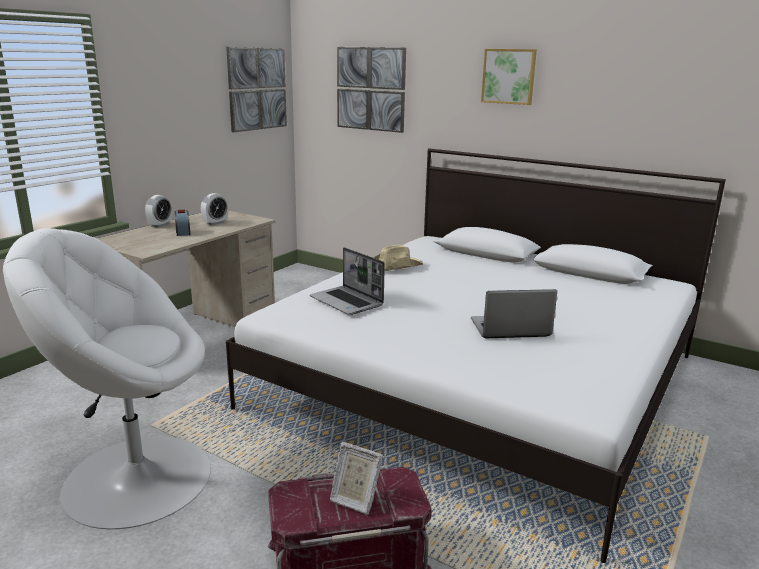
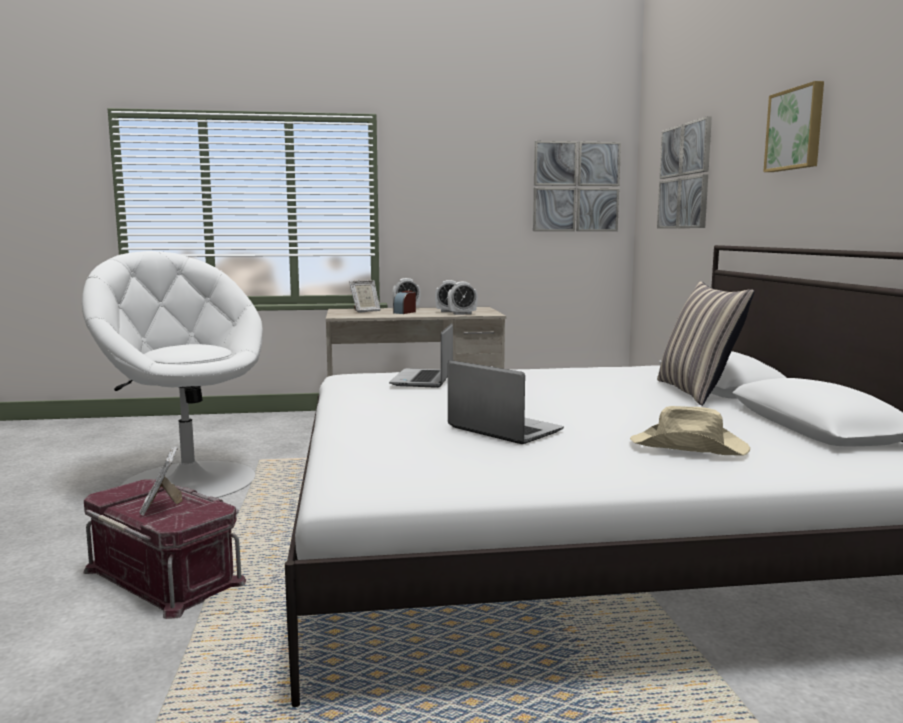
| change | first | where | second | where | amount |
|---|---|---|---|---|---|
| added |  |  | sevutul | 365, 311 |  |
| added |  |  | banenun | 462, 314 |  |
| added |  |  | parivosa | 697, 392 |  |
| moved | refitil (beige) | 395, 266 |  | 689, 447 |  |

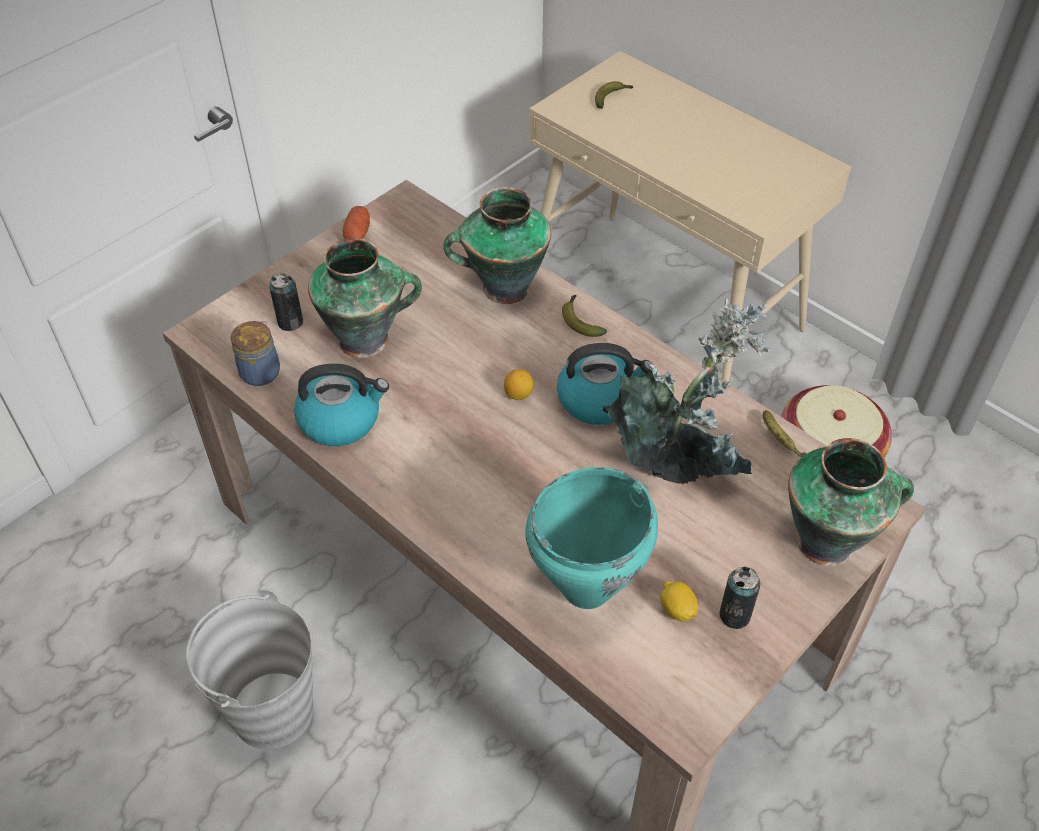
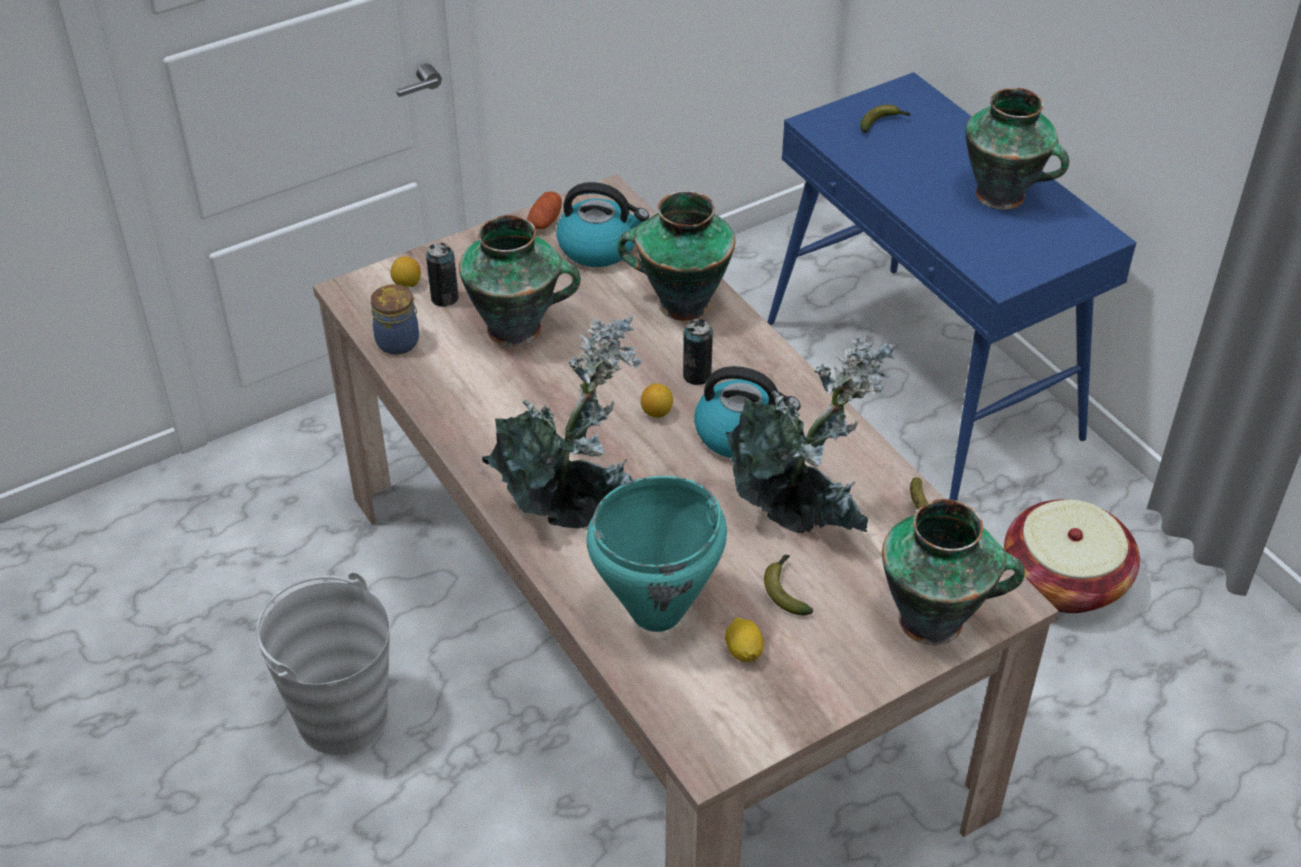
| change | first | where | second | where | amount |
|---|---|---|---|---|---|
| added |  |  | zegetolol | 407, 284 |  |
| added |  |  | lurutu | 575, 507 |  |
| added |  |  | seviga | 1003, 196 |  |
| moved | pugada | 341, 420 |  | 599, 247 |  |
| moved | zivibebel | 580, 321 |  | 786, 589 |  |
| moved | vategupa | 734, 615 |  | 697, 375 |  |
| recoloured | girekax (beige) | 664, 305 | girekax (blue) | 923, 380 |  |

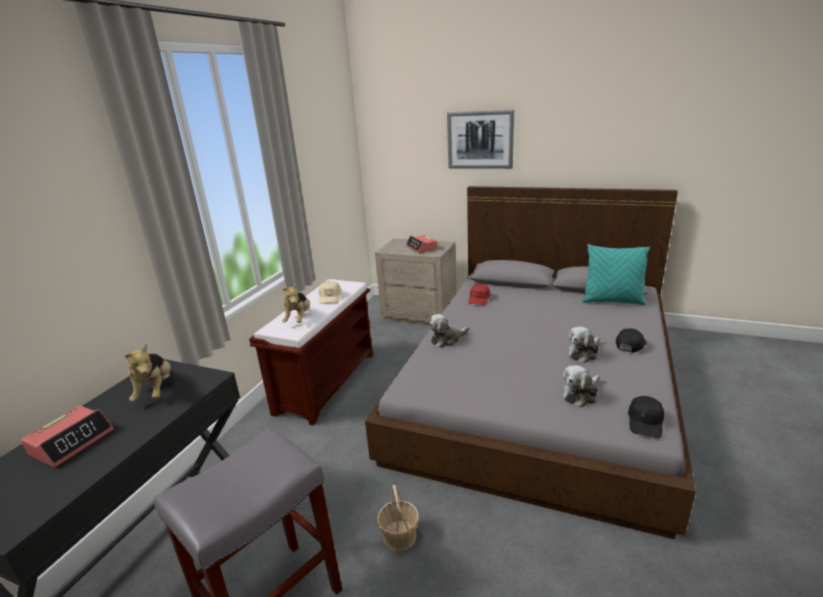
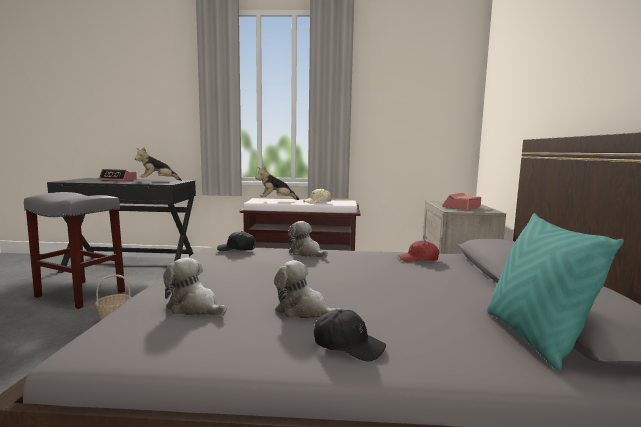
| change | first | where | second | where | amount |
|---|---|---|---|---|---|
| removed | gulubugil | 480, 140 |  |  |  |
| moved | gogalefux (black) | 645, 422 |  | 237, 249 |  |

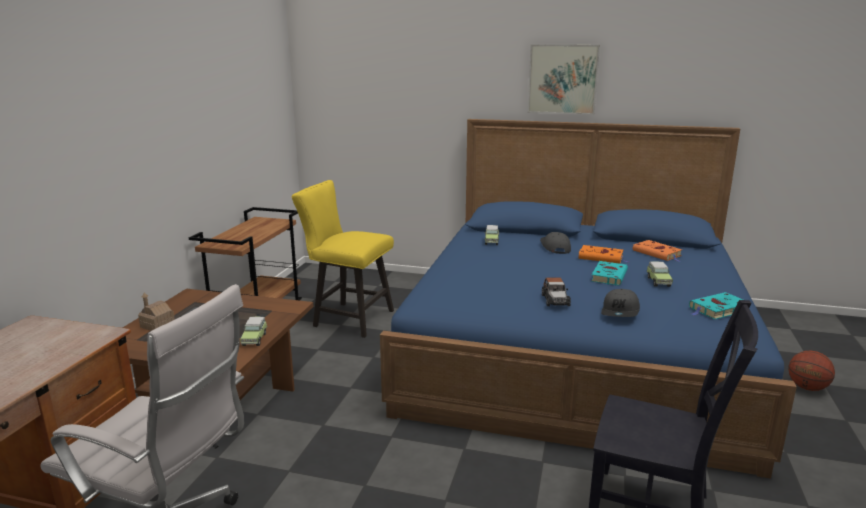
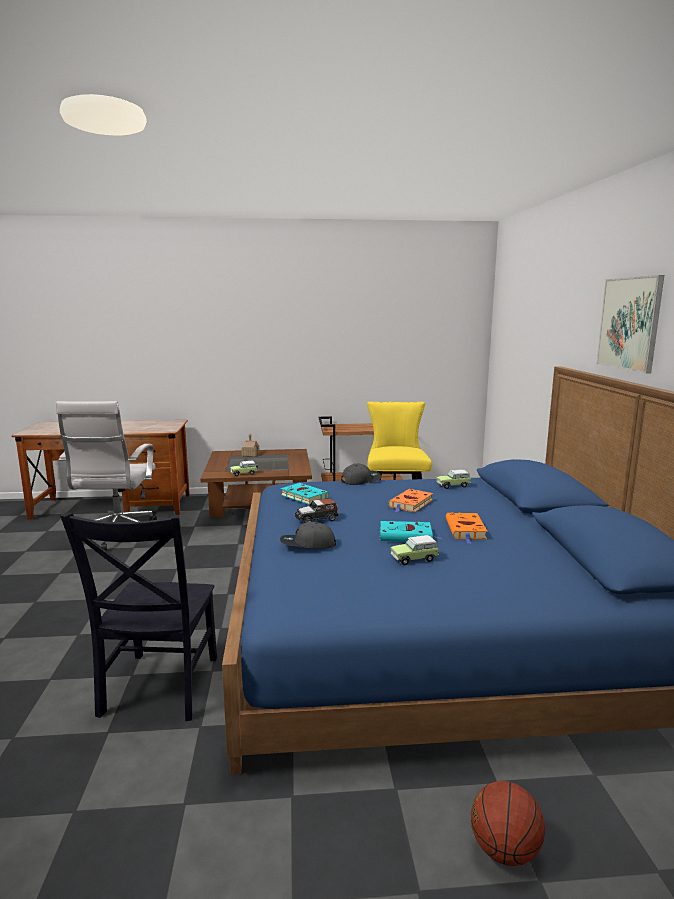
| change | first | where | second | where | amount |
|---|---|---|---|---|---|
| moved | gogalefux (grey) | 554, 247 |  | 361, 480 |  |
| moved | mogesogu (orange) | 658, 253 |  | 410, 504 |  |
| moved | mogesogu (turquoise) | 718, 309 |  | 303, 496 |  |

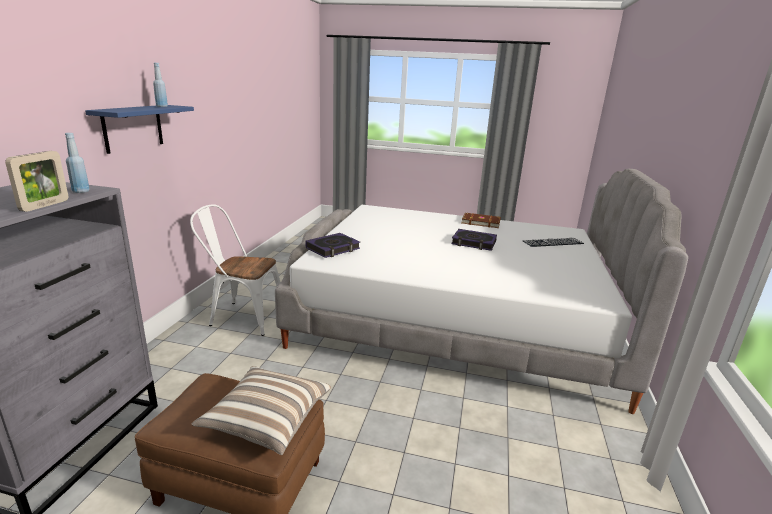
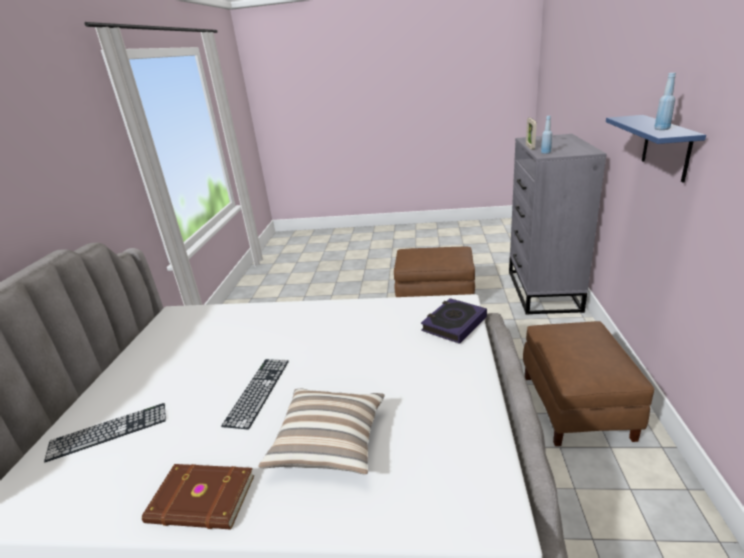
| change | first | where | second | where | amount |
|---|---|---|---|---|---|
| moved | parivosa | 266, 421 |  | 329, 443 |  |
| replaced | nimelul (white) | 242, 316 | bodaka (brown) | 576, 406 |  |
| replaced | mogesogu | 473, 243 | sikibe | 258, 391 |  |

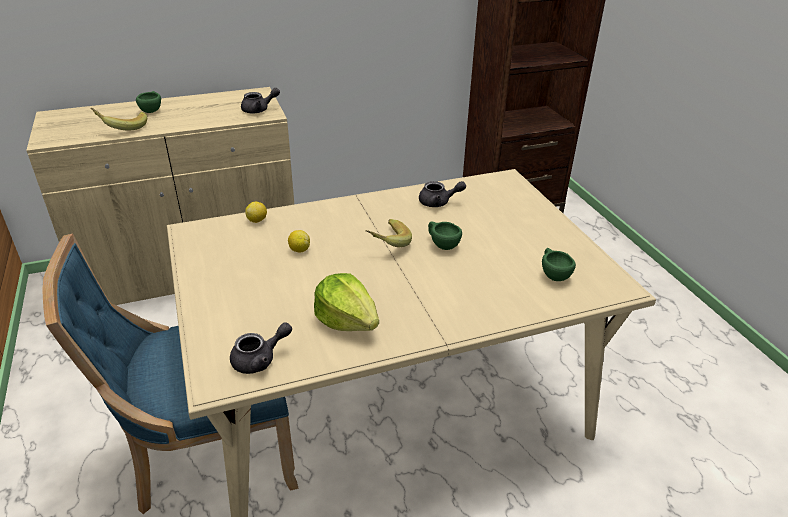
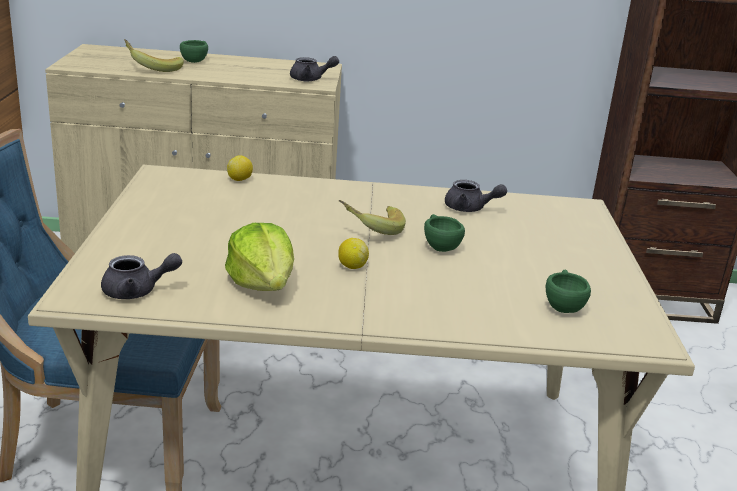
| change | first | where | second | where | amount |
|---|---|---|---|---|---|
| moved | zegetolol | 299, 250 |  | 352, 266 |  |

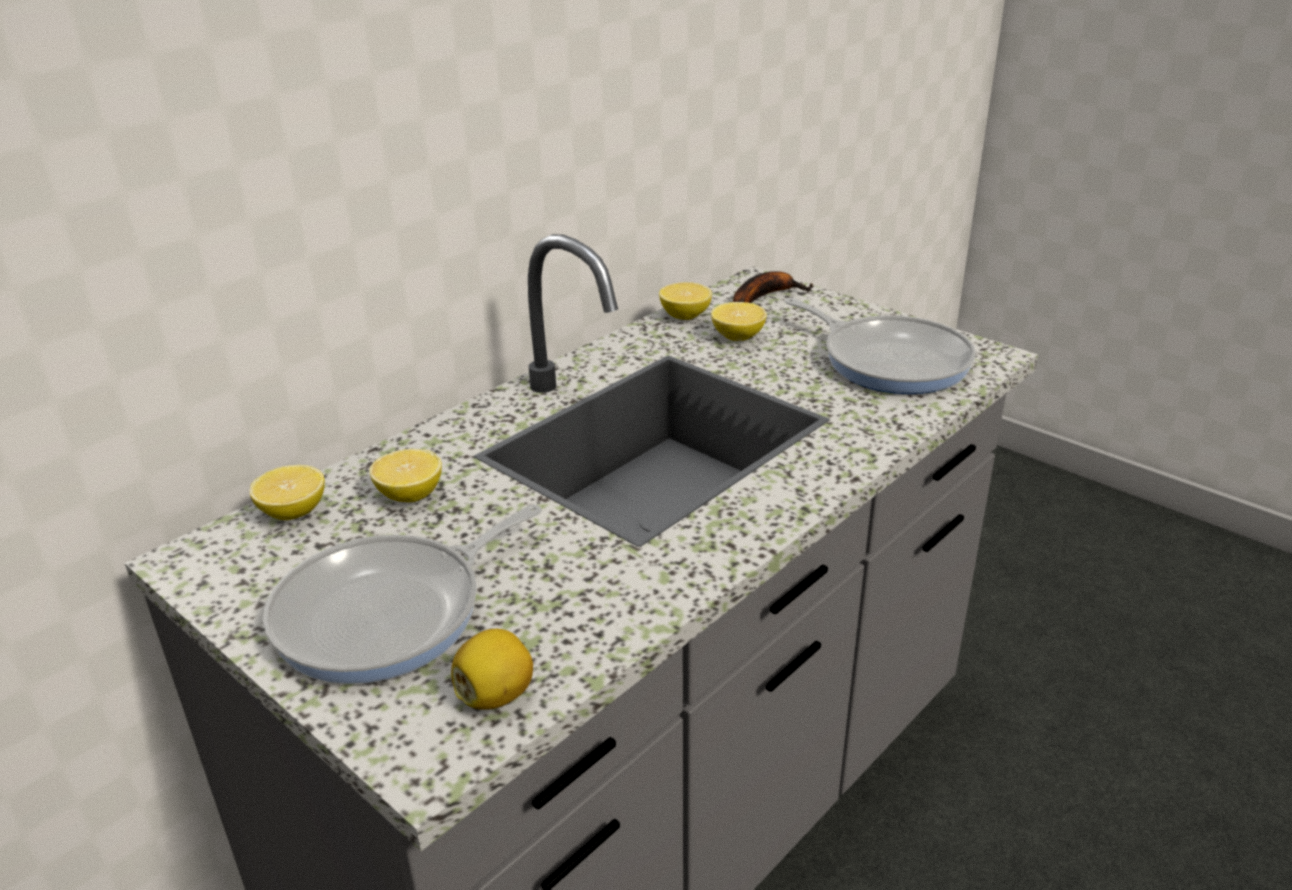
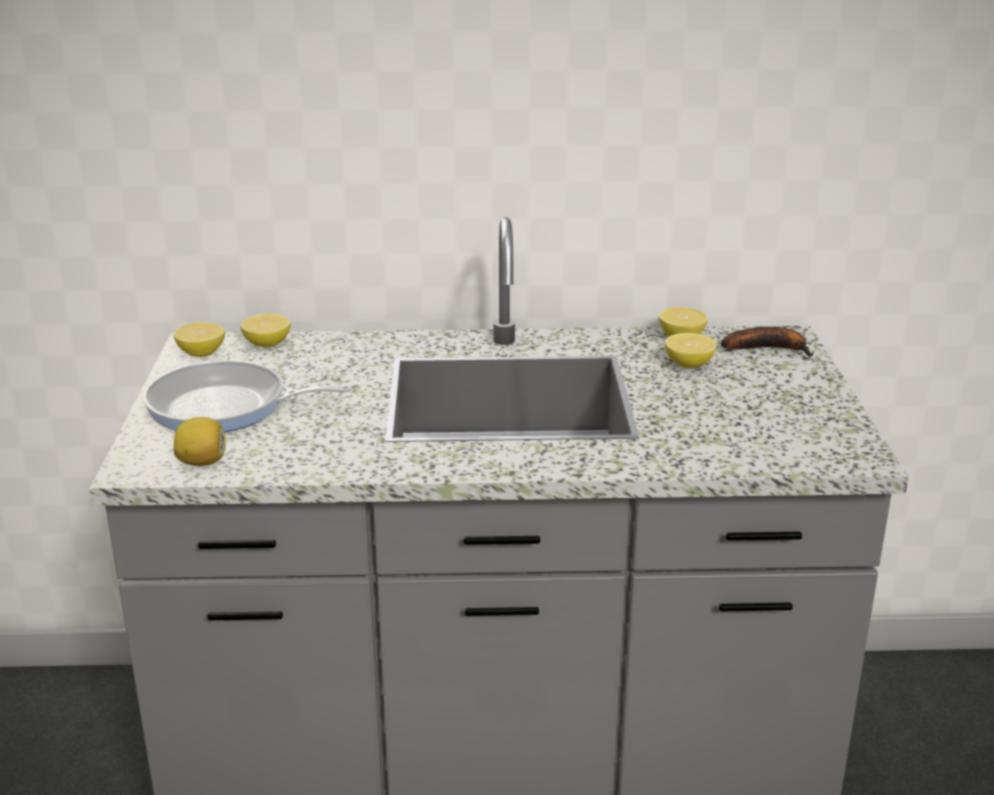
| change | first | where | second | where | amount |
|---|---|---|---|---|---|
| removed | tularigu | 890, 360 |  |  |  |
| moved | zegetolol | 410, 495 |  | 201, 353 |  |

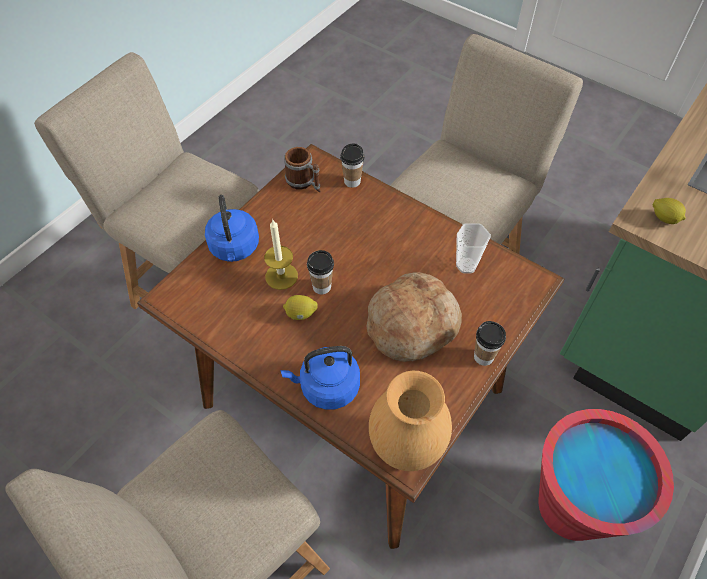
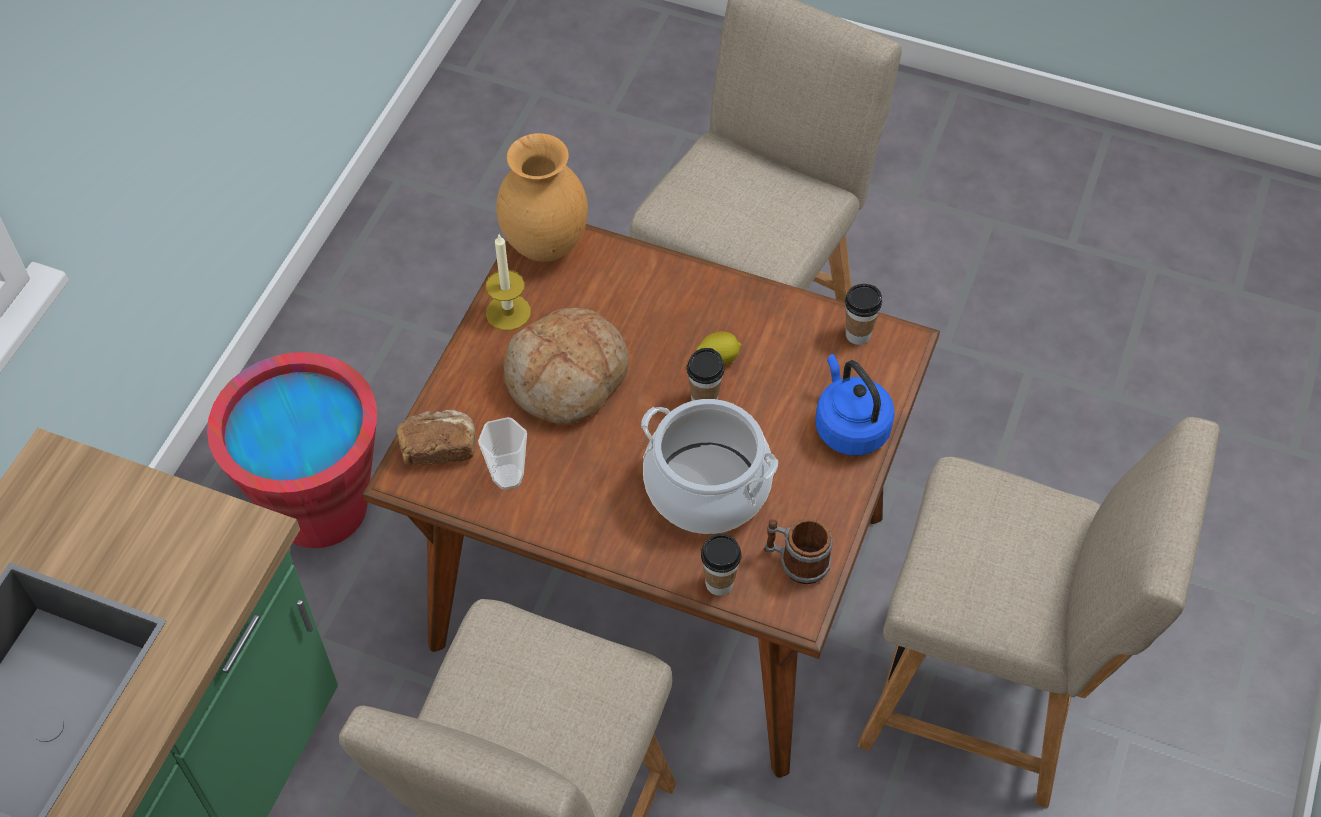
| change | first | where | second | where | amount |
|---|---|---|---|---|---|
| removed | pugada (blue) | 326, 387 |  |  |  |
| removed | zegetolol | 664, 218 |  |  |  |
| added |  |  | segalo | 438, 447 |  |
| added |  |  | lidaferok | 707, 487 |  |
| moved | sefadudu | 281, 276 |  | 508, 312 |  |
| moved | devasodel | 483, 357 |  | 858, 334 |  |

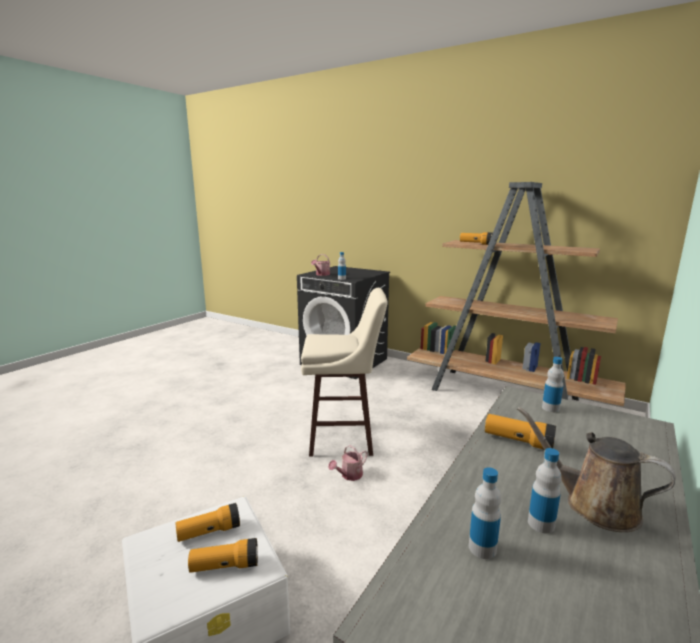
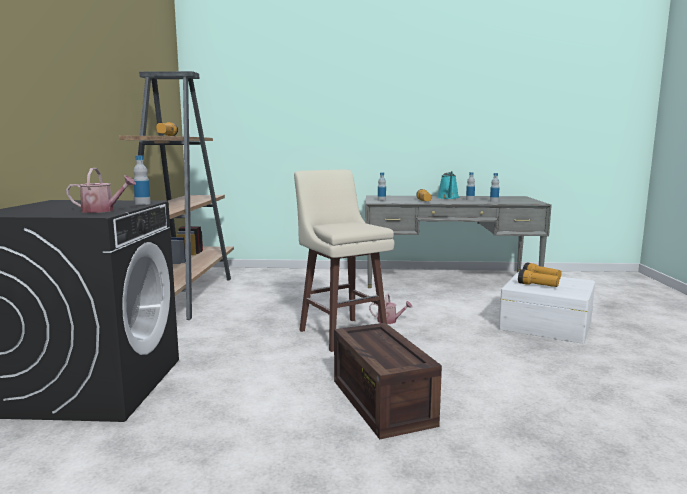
| change | first | where | second | where | amount |
|---|---|---|---|---|---|
| added |  |  | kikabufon | 379, 401 |  |
| recoloured | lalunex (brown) | 594, 505 | lalunex (turquoise) | 448, 198 |  |

